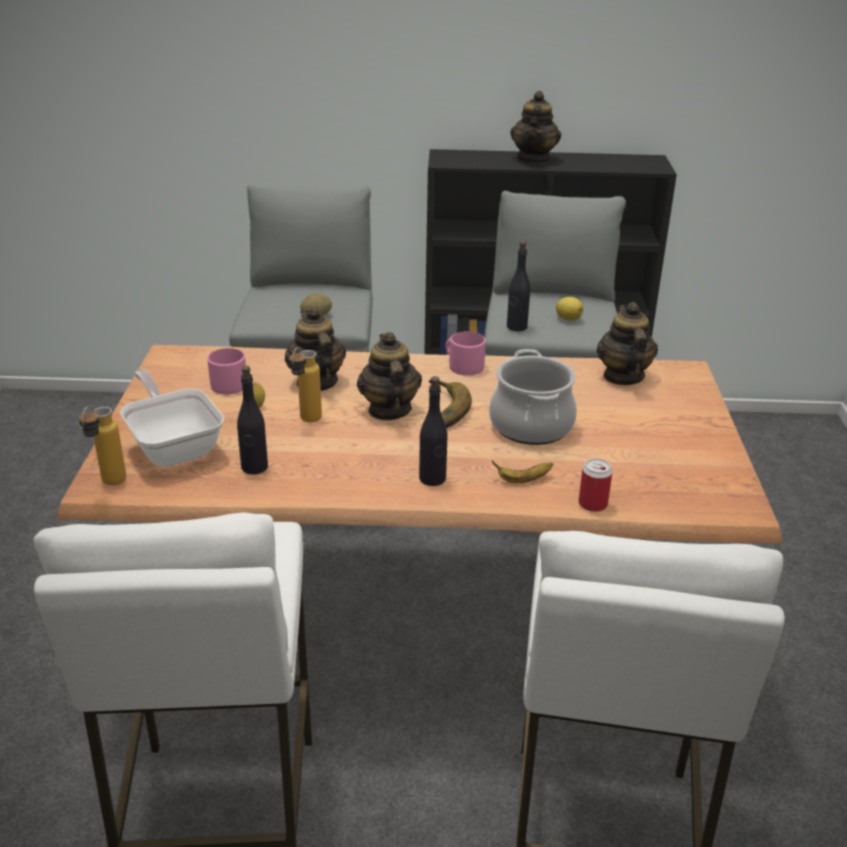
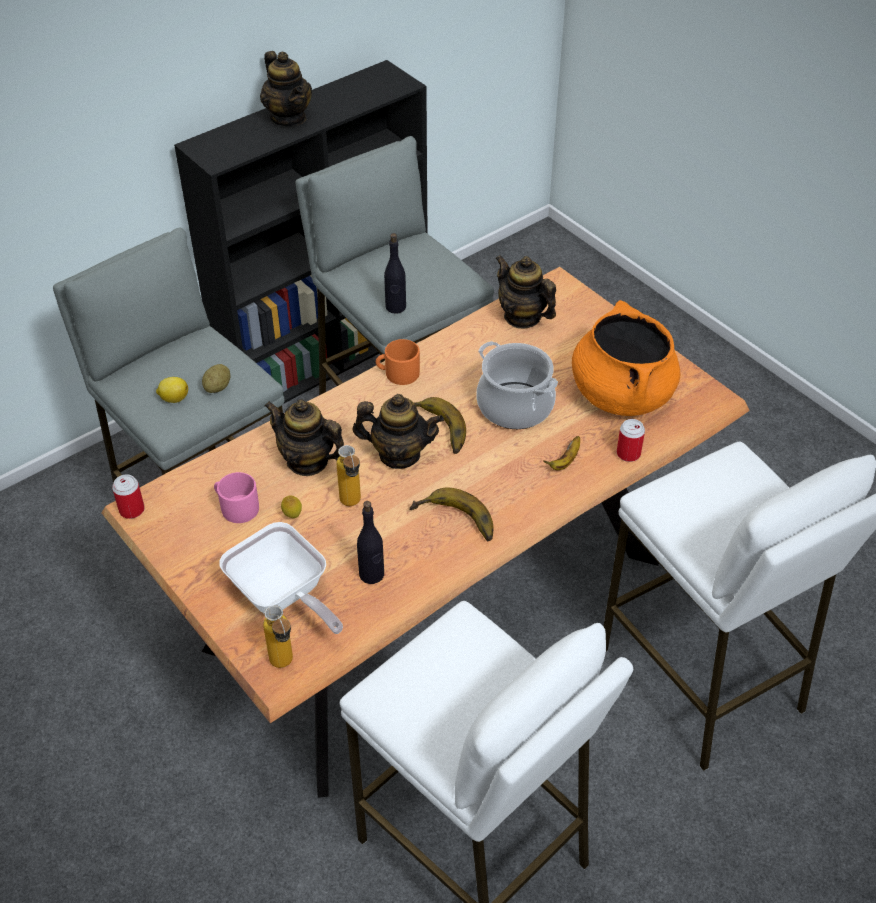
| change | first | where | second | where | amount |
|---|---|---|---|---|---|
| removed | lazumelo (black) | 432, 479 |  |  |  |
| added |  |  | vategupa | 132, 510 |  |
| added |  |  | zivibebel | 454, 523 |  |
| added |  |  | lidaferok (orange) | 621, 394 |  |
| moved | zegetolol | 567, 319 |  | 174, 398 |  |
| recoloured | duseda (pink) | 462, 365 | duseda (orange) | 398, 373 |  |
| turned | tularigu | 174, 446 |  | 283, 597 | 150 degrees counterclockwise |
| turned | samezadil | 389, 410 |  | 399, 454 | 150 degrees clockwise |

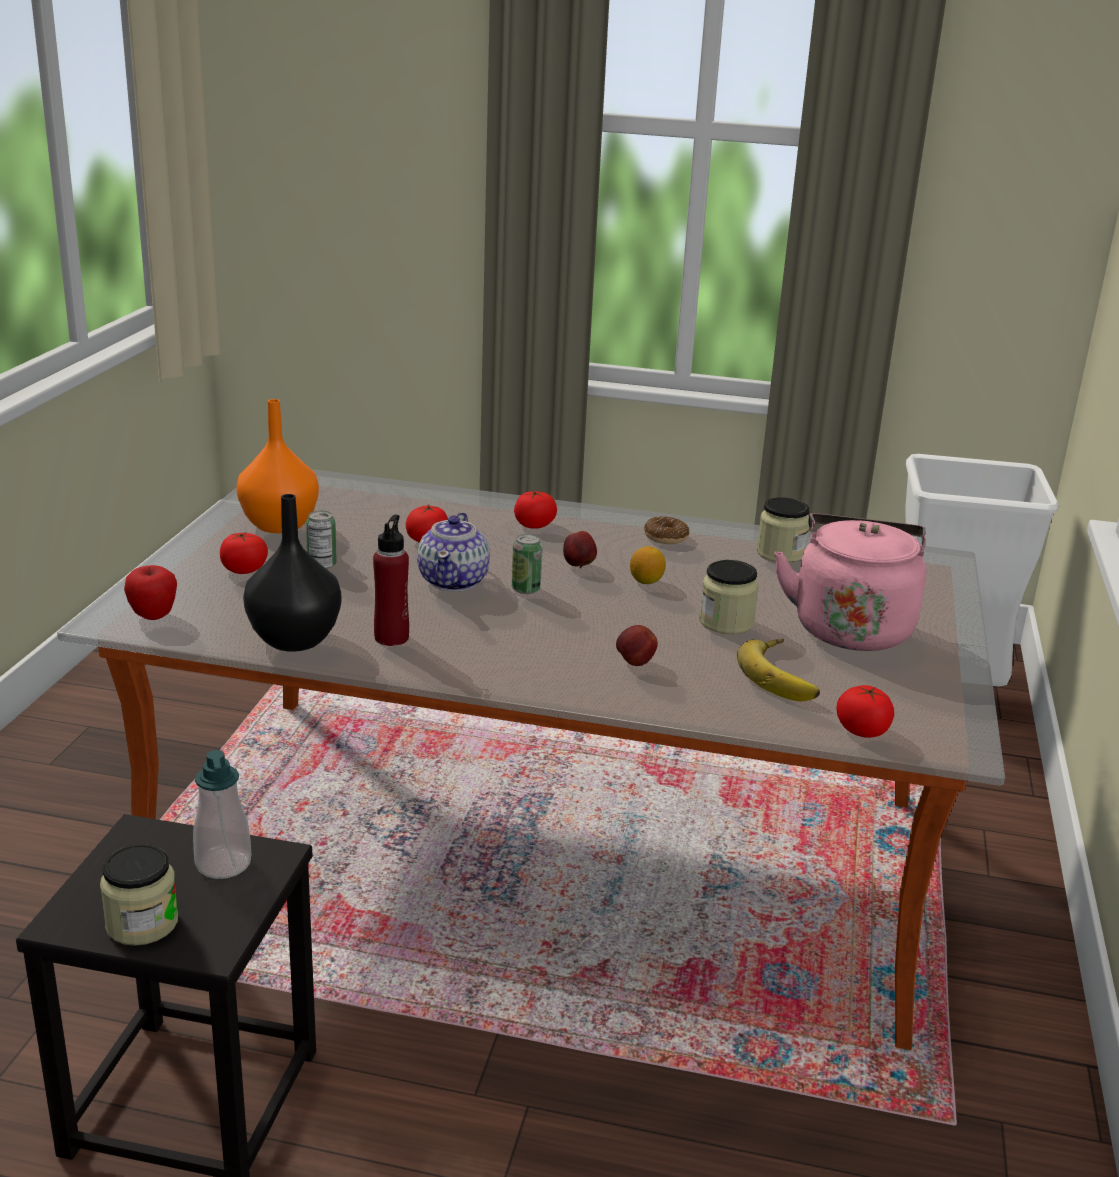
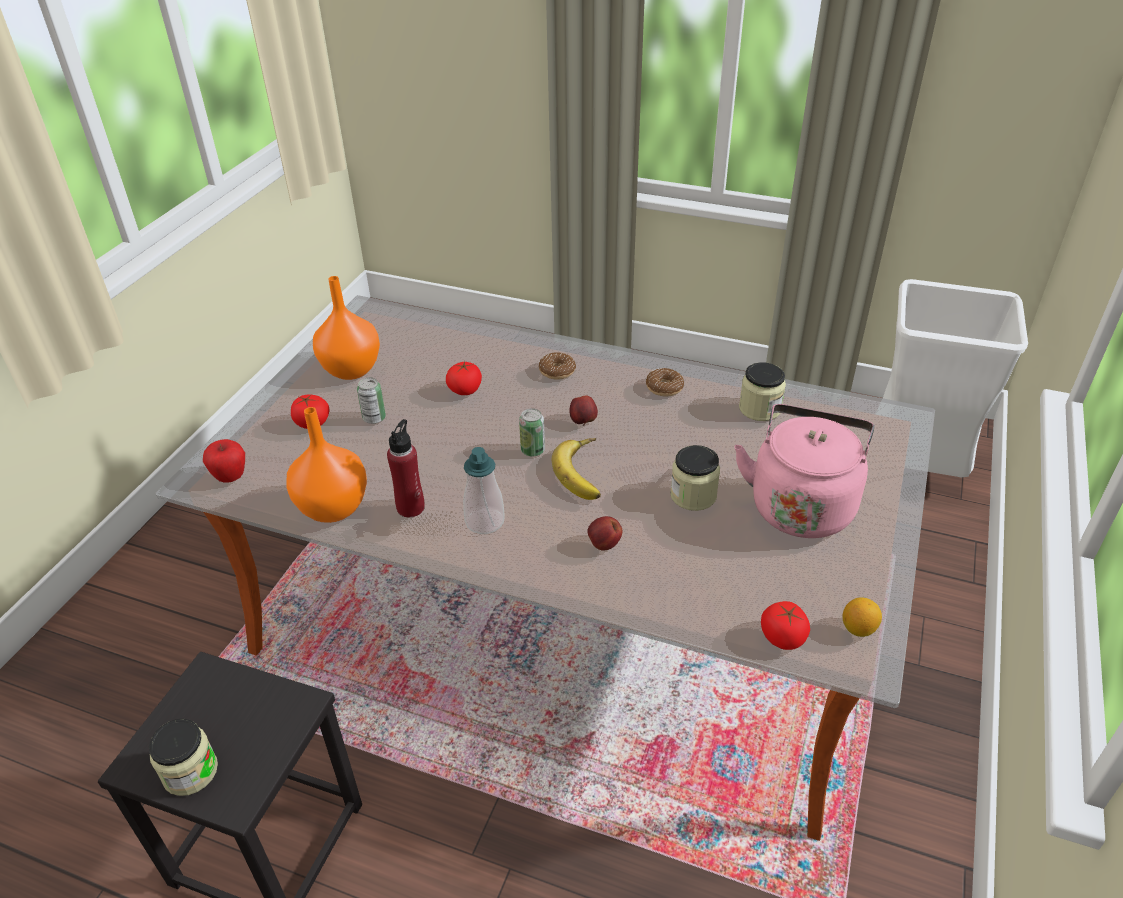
| change | first | where | second | where | amount |
|---|---|---|---|---|---|
| removed | samezadil | 454, 581 |  |  |  |
| moved | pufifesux | 223, 864 |  | 484, 521 |  |
| moved | zegetolol | 646, 581 |  | 858, 628 |  |
| moved | zivibebel | 784, 676 |  | 585, 473 |  |
| replaced | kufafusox | 534, 525 | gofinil | 557, 371 |  |
| recoloured | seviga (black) | 296, 640 | seviga (orange) | 334, 509 |  |

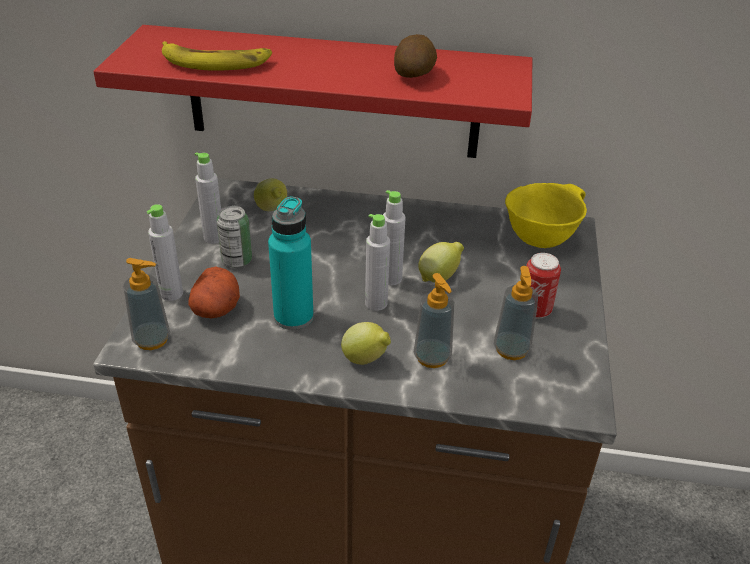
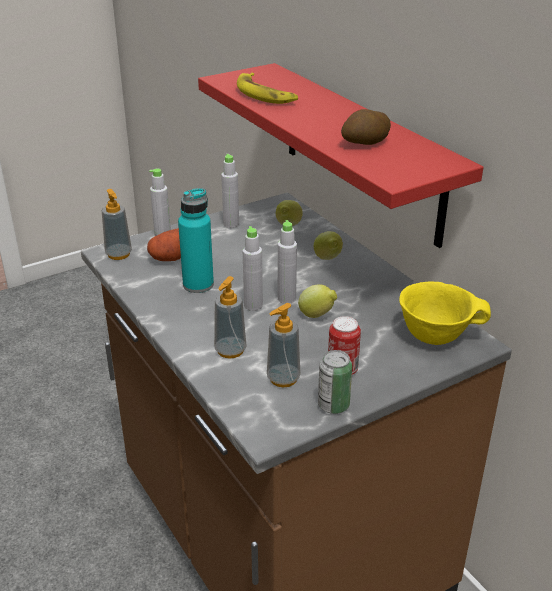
| change | first | where | second | where | amount |
|---|---|---|---|---|---|
| moved | vategupa | 237, 260 |  | 333, 405 |  |
| moved | zegetolol | 366, 360 |  | 328, 259 |  |

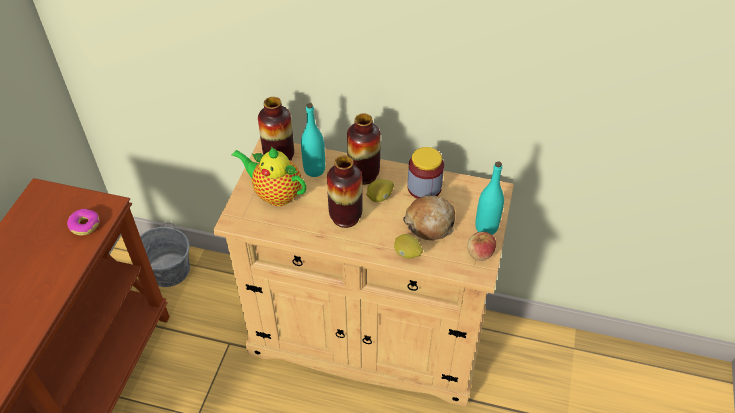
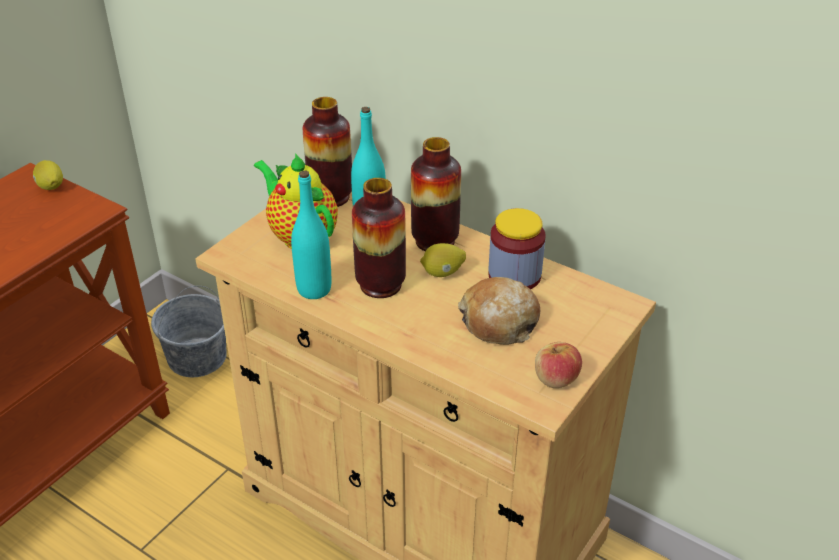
| change | first | where | second | where | amount |
|---|---|---|---|---|---|
| removed | gofinil | 85, 225 |  |  |  |
| moved | zegetolol | 407, 254 |  | 51, 187 |  |
| moved | lazumelo (turquoise) | 486, 227 |  | 314, 289 |  |

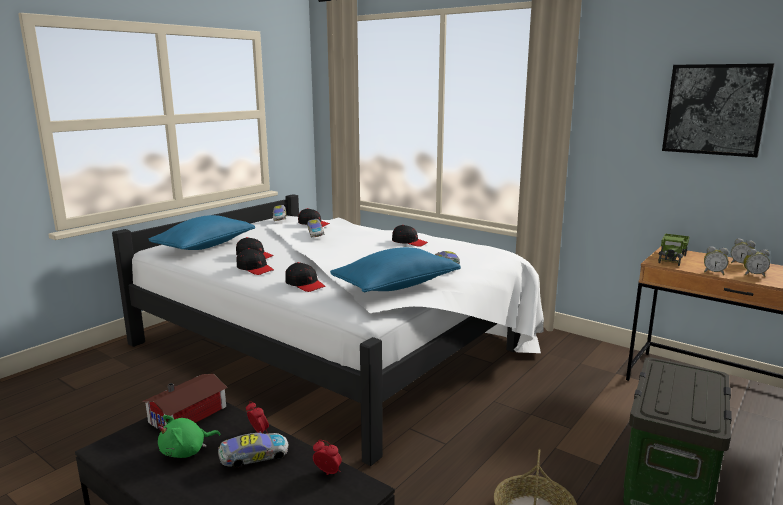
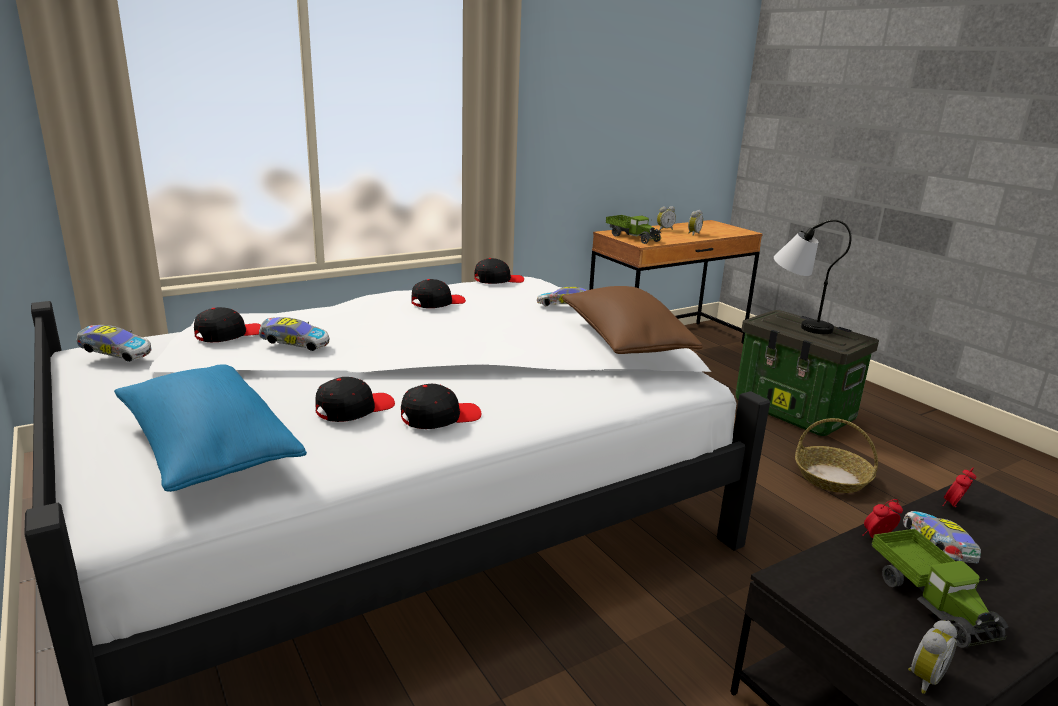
| change | first | where | second | where | amount |
|---|---|---|---|---|---|
| removed | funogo | 190, 414 |  |  |  |
| removed | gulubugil | 715, 109 |  |  |  |
| added |  |  | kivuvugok | 796, 323 |  |
| moved | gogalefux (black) | 305, 284 |  | 498, 280 |  |
| moved | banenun | 713, 273 |  | 922, 678 |  |
| replaced | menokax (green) | 186, 451 | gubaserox | 931, 601 |  |
| recoloured | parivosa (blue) | 396, 286 | parivosa (brown) | 624, 342 |  |

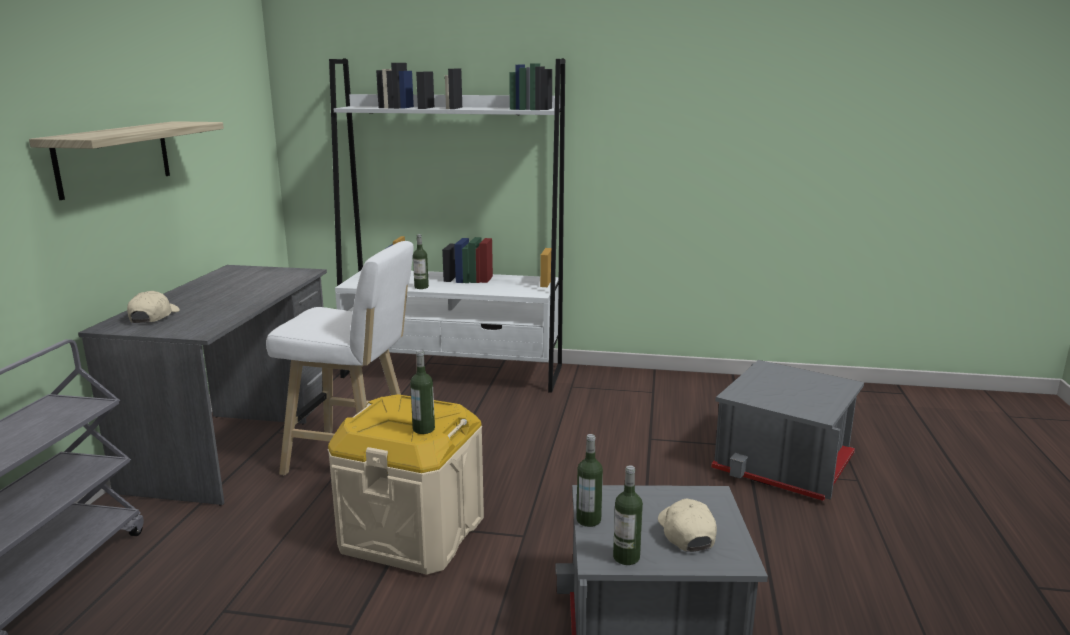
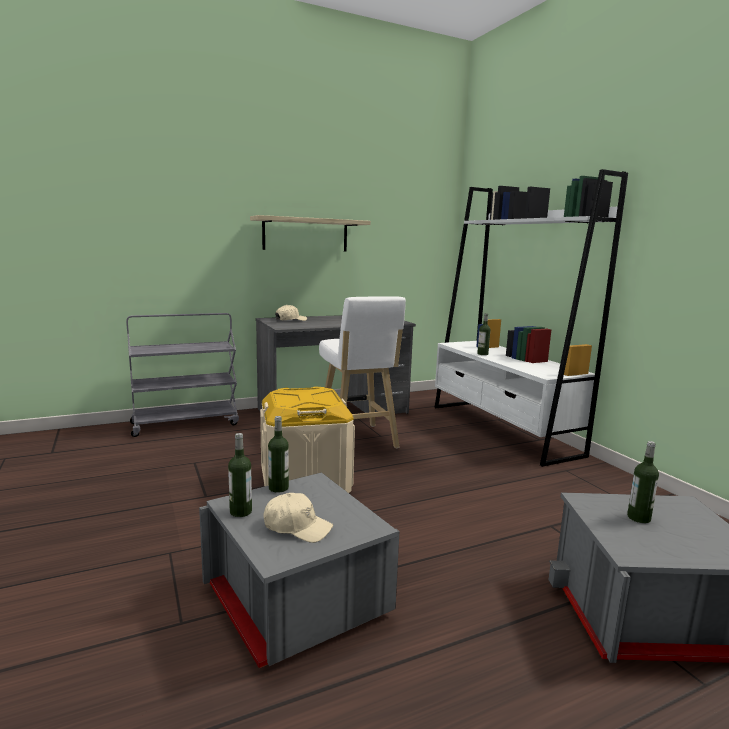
| change | first | where | second | where | amount |
|---|---|---|---|---|---|
| moved | lazumelo | 423, 429 |  | 638, 518 |  |
| turned | gogalefux (beige) | 686, 533 |  | 297, 527 | 60 degrees clockwise |

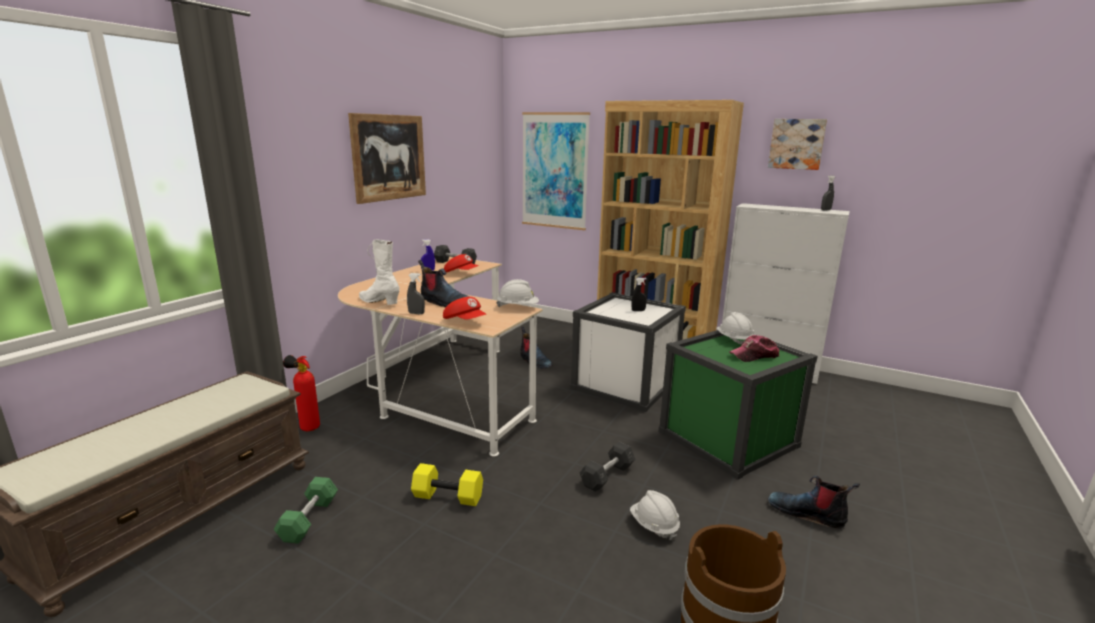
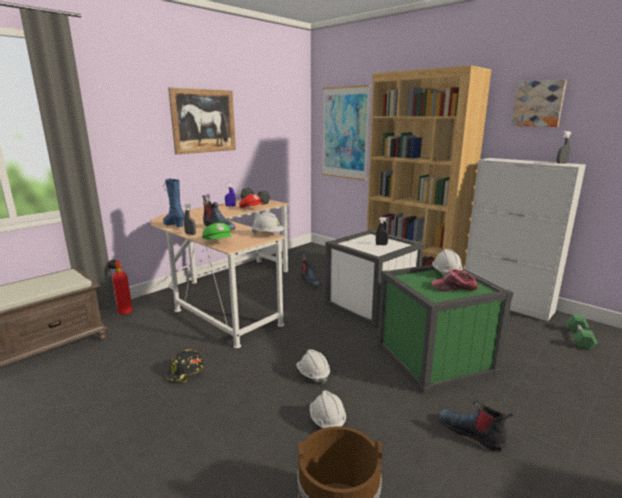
| change | first | where | second | where | amount |
|---|---|---|---|---|---|
| moved | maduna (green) | 309, 519 |  | 579, 338 |  |
| replaced | maduna (yellow) | 449, 496 | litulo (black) | 186, 373 |  |
| replaced | maduna (grey) | 607, 476 | litulo (white) | 313, 375 |  |
| recoloured | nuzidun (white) | 379, 302 | nuzidun (blue) | 174, 225 |  |
| recoloured | gogalefux (red) | 465, 321 | gogalefux (green) | 218, 242 |  |

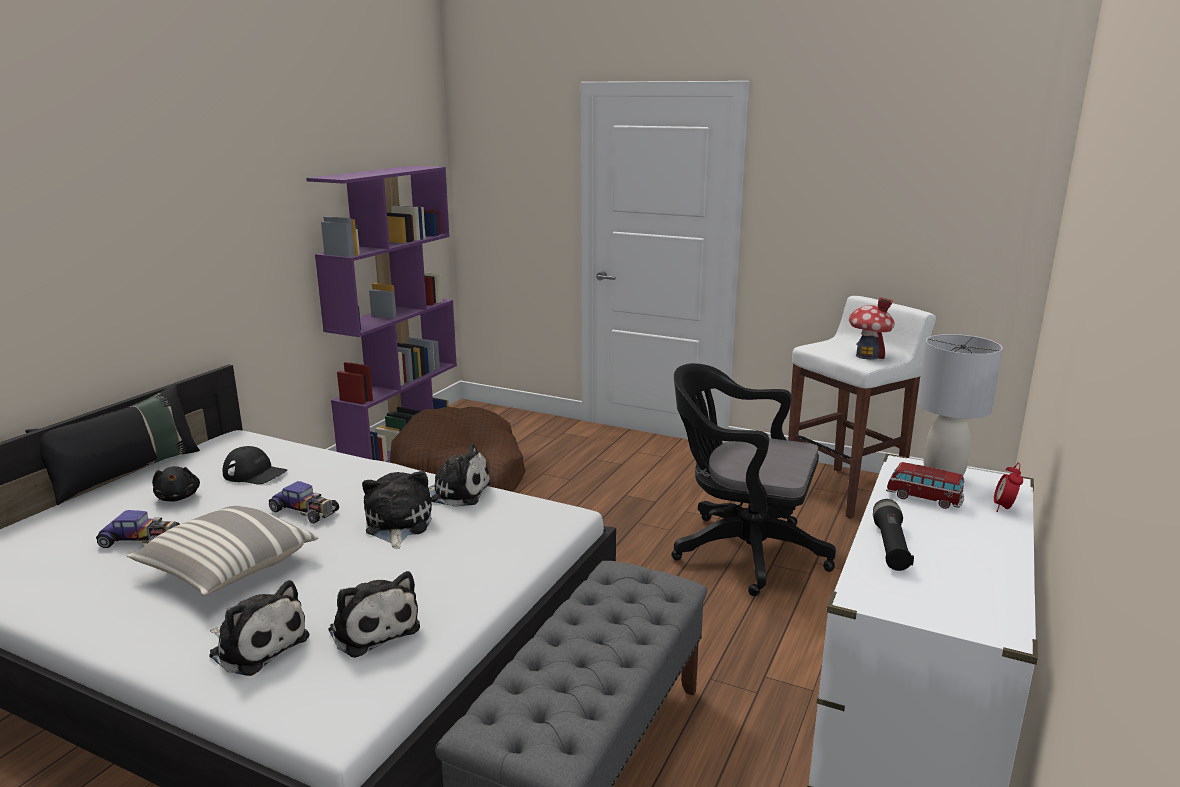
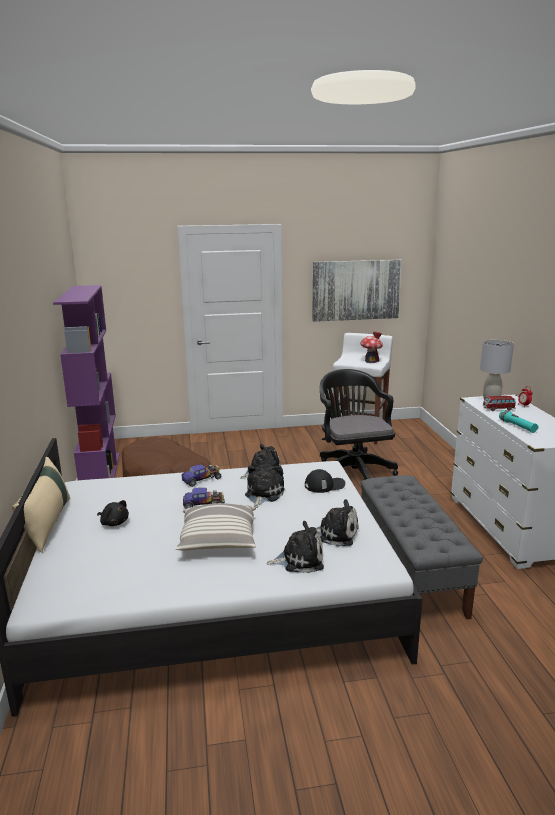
| change | first | where | second | where | amount |
|---|---|---|---|---|---|
| added |  |  | gulubugil | 356, 290 |  |
| moved | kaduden | 141, 539 |  | 201, 479 |  |
| moved | gogalefux (black) | 255, 473 |  | 324, 485 |  |
| recoloured | parivosa (black) | 127, 473 | parivosa (beige) | 47, 523 |  |
| recoloured | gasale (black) | 890, 546 | gasale (turquoise) | 517, 426 |  |
| turned | menokax | 397, 525 |  | 263, 494 | 60 degrees clockwise |
| turned | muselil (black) | 741, 551 |  | 352, 471 | 90 degrees clockwise |

